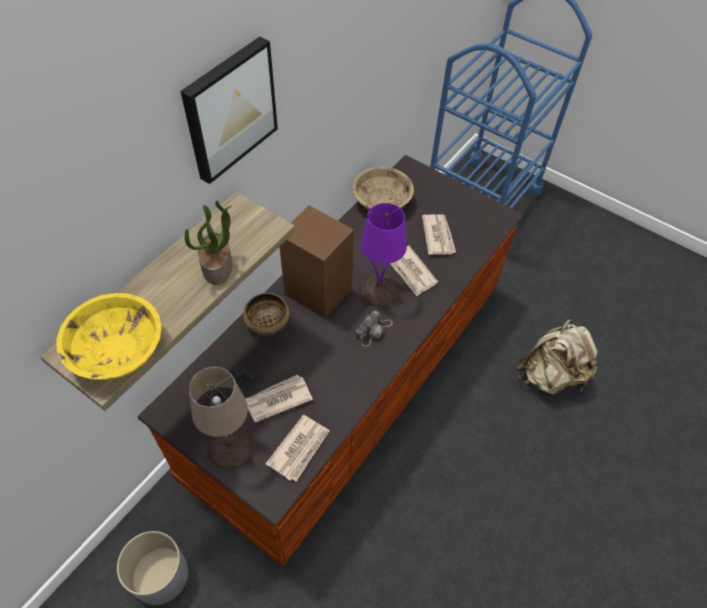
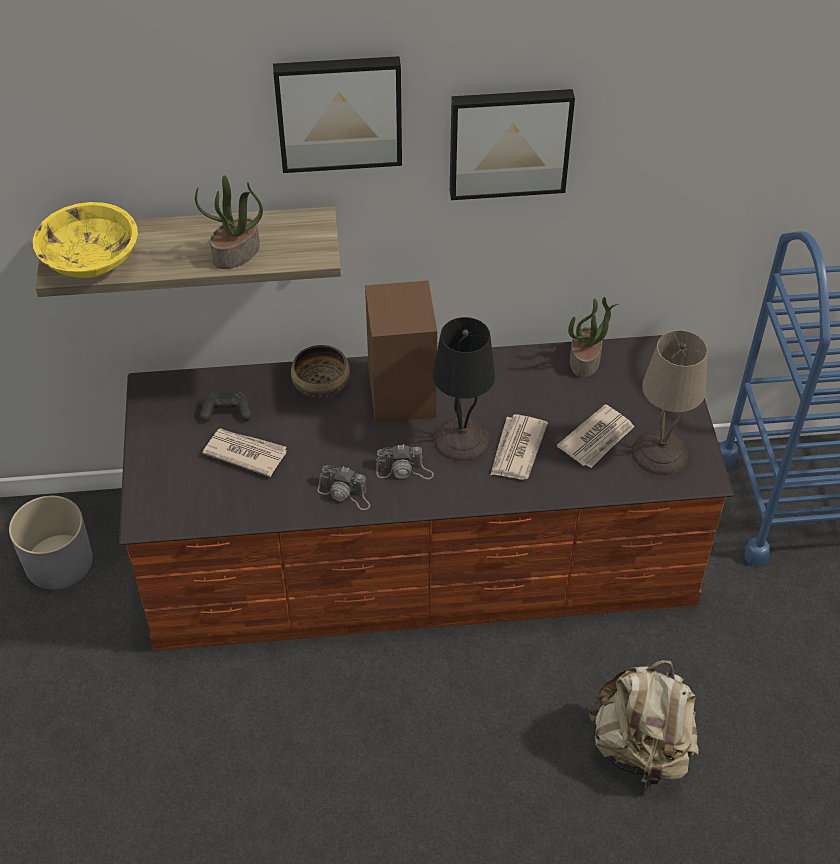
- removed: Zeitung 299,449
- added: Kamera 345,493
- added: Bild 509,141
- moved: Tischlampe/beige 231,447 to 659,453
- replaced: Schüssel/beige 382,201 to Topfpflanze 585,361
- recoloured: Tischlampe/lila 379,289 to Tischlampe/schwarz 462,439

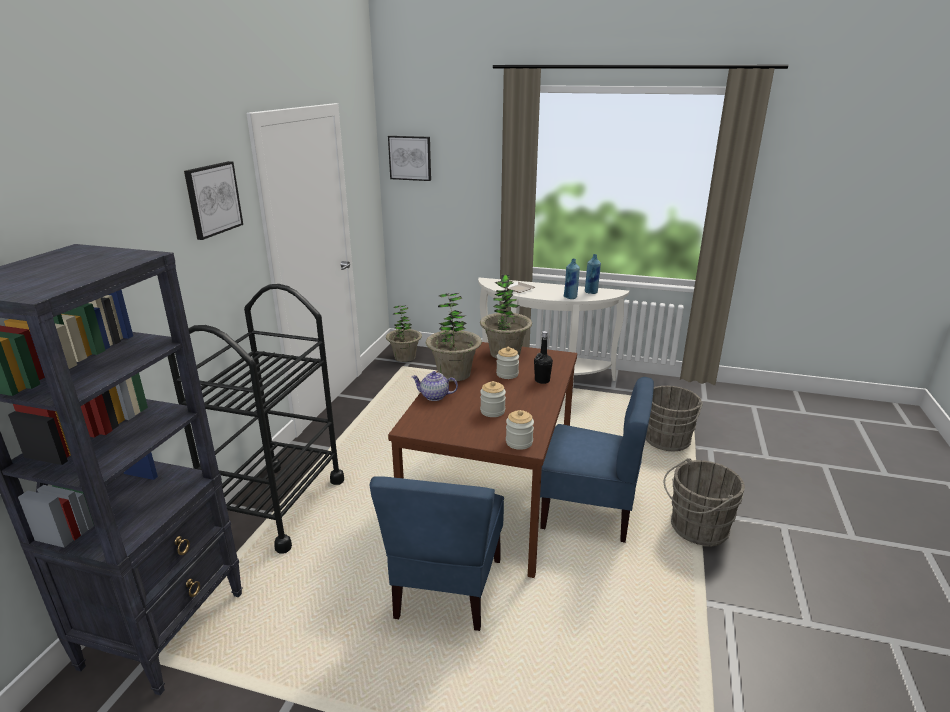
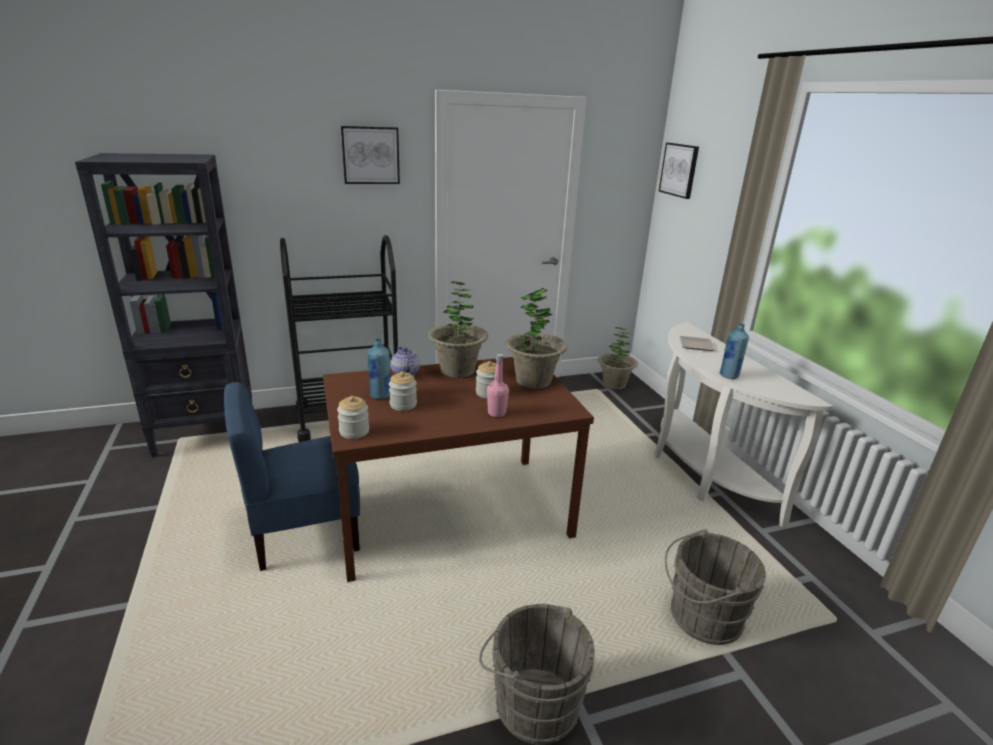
- removed: Stuhl/blau 588,511
- moved: Flasche/blau 591,292 to 380,395
- recoloured: Flasche/schwarz 542,380 to Flasche/rosa 496,413

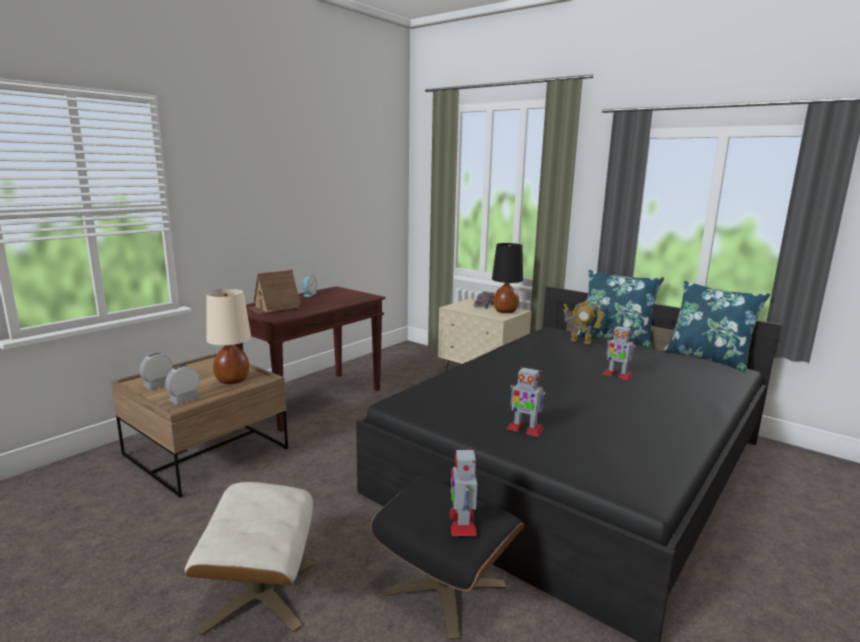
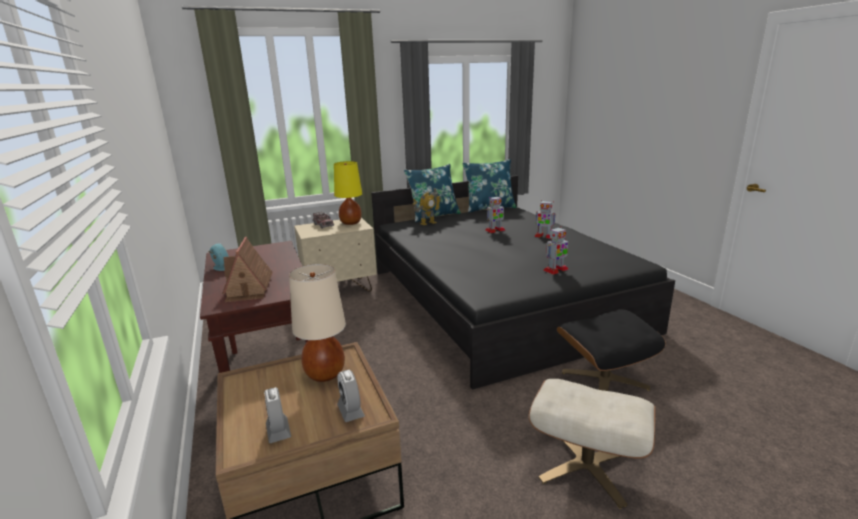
- moved: Spielzeugroboter 462,522 to 544,236
- recoloured: Tischlampe/schwarz 505,311 to Tischlampe/gelb 350,223

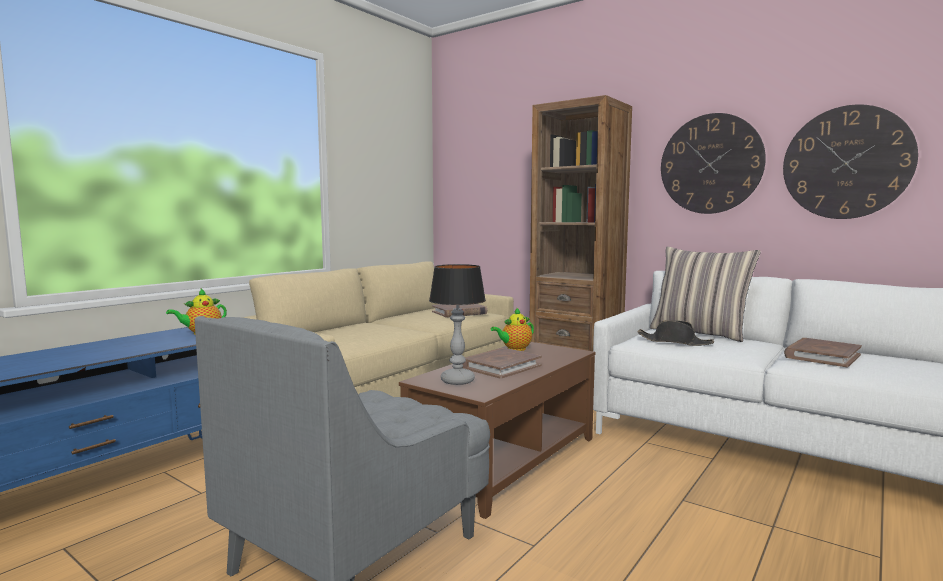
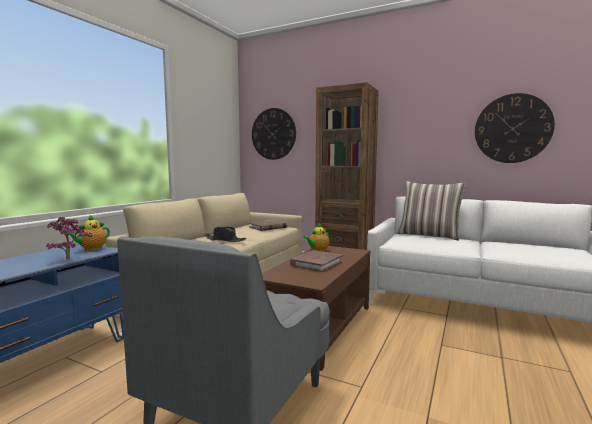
- removed: Tischlampe 458,381
- removed: Buch/braun 822,356
- added: Topfpflanze 68,259
- moved: Hut/schwarz 674,342 to 224,240
- moved: Wanduhr 710,164 to 273,134

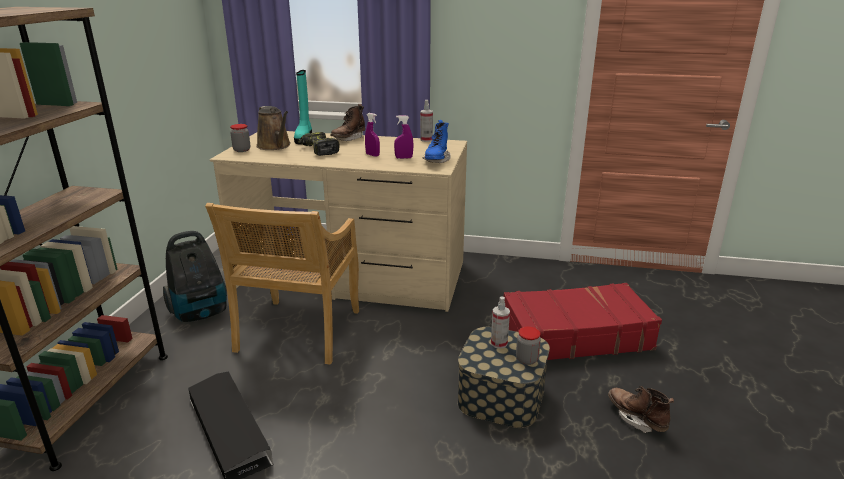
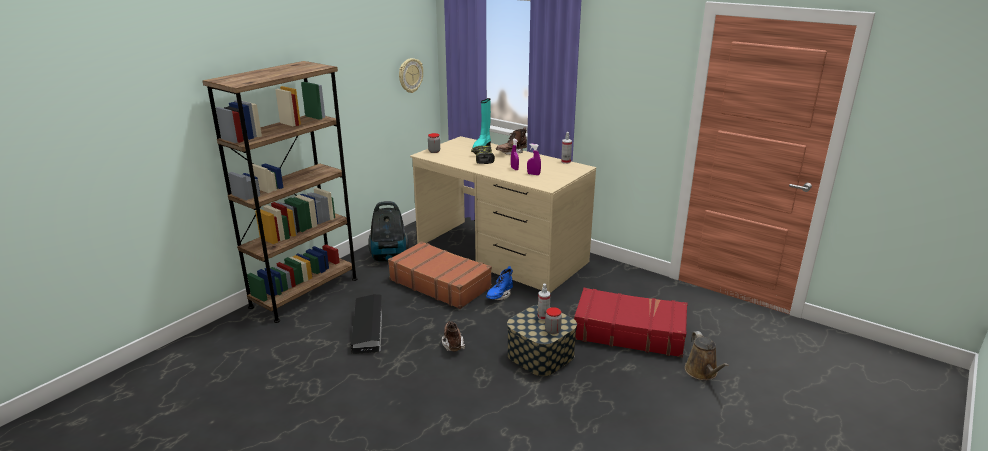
- added: Wanduhr 410,75
- moved: Gießkanne/braun 275,146 to 702,372
- moved: Stiefel/blau 436,160 to 499,296
- moved: Stiefel/braun 636,418 to 452,343
- replaced: Stuhl/beige 298,332 to Koffer/braun 440,283

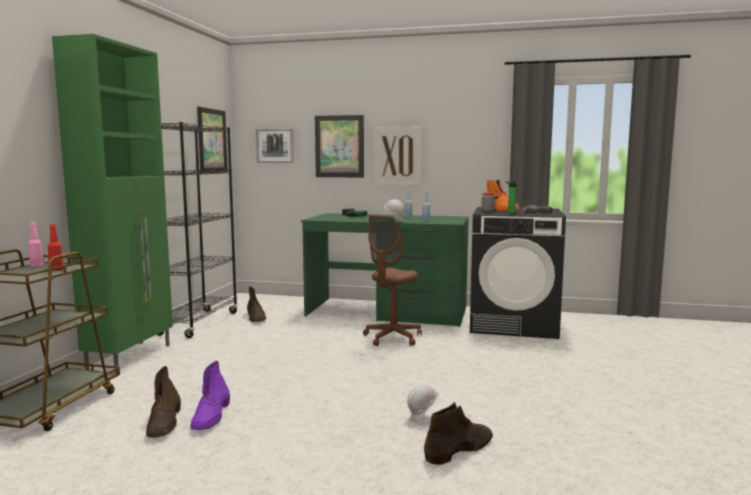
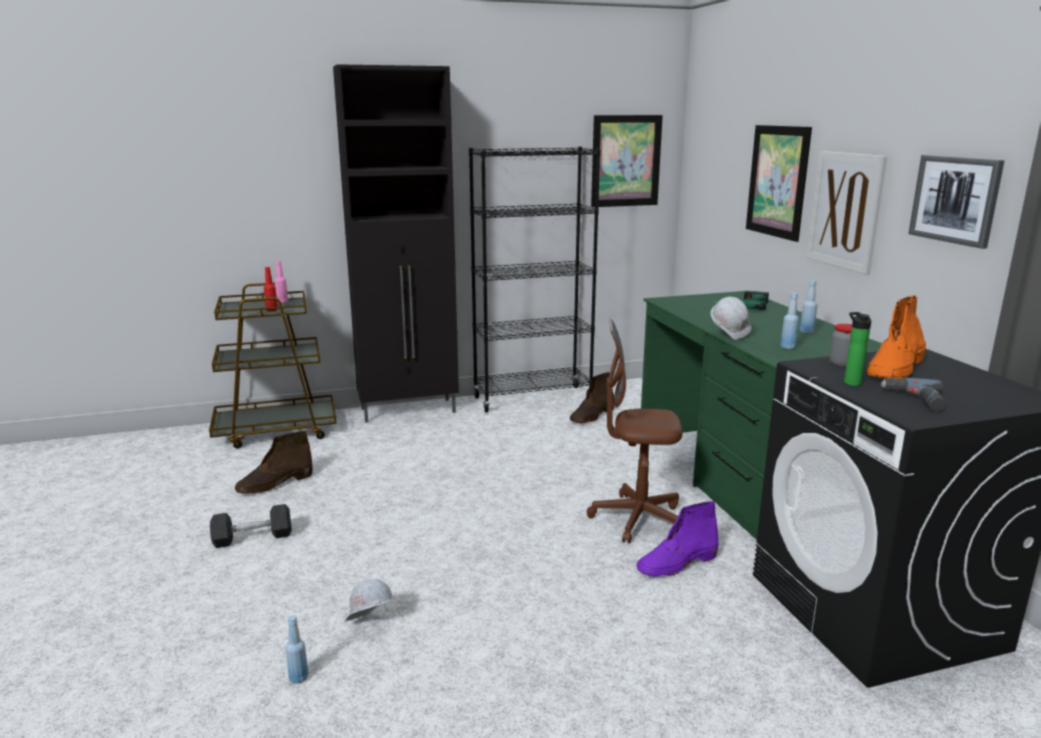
- added: Hantel/grau 253,538
- moved: Stiefel/lila 211,416 to 676,564
- moved: Bild 275,145 to 955,199
- replaced: Stiefel/braun 459,449 to Flasche/blau 299,678
- recoloured: Schrank/grün 131,356 to Schrank/schwarz 409,410

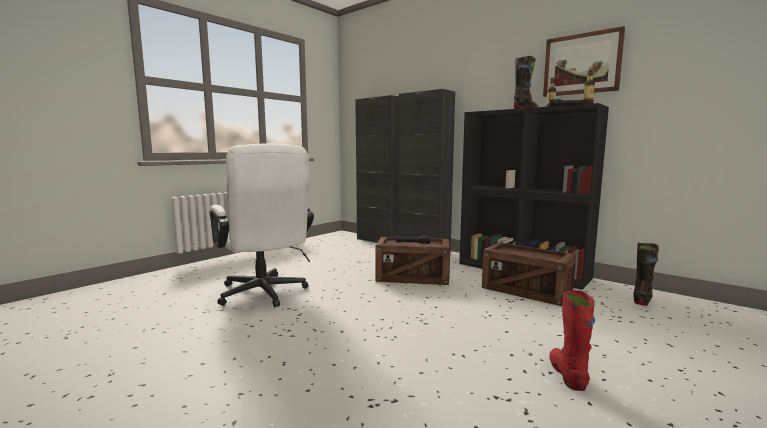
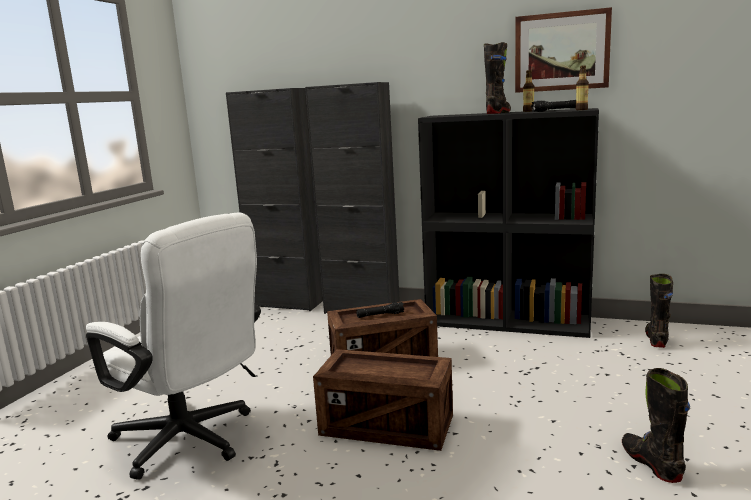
- moved: Kiste 526,291 to 387,426
- recoloured: Stiefel/rot 567,374 to Stiefel/schwarz 651,463

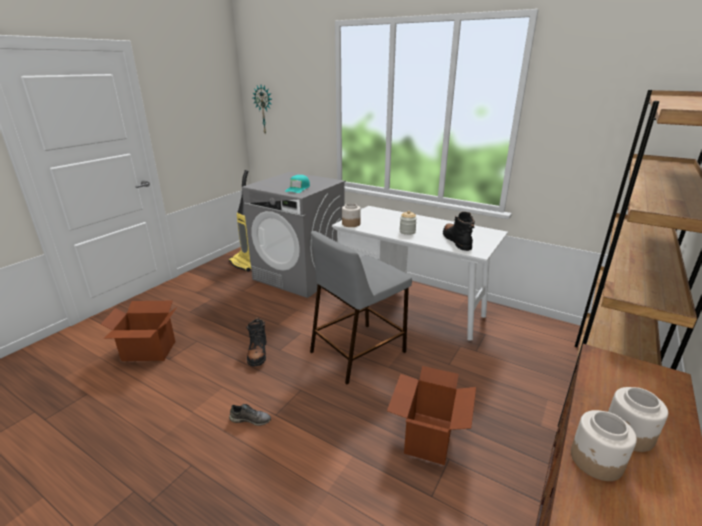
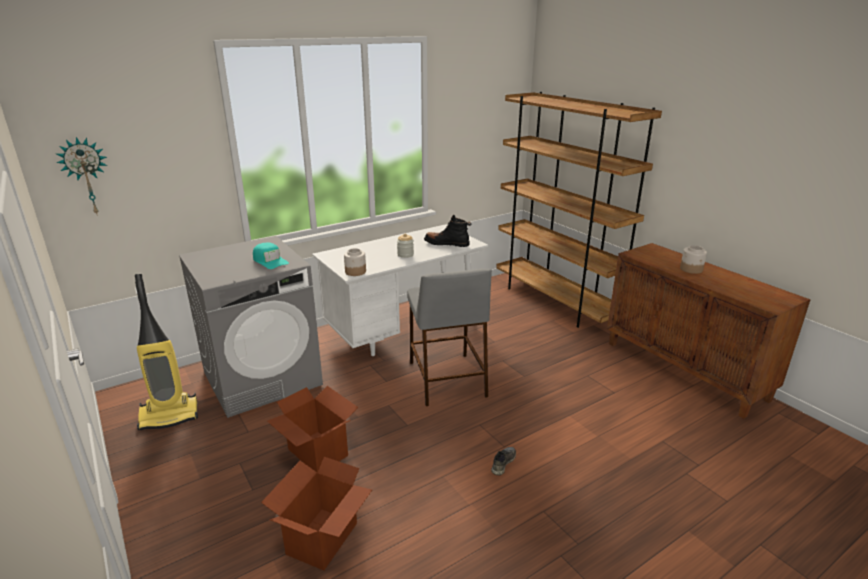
- removed: Stiefel/schwarz 257,353
- removed: Vorratsglas 596,461
- moved: Karton 428,437 to 317,453

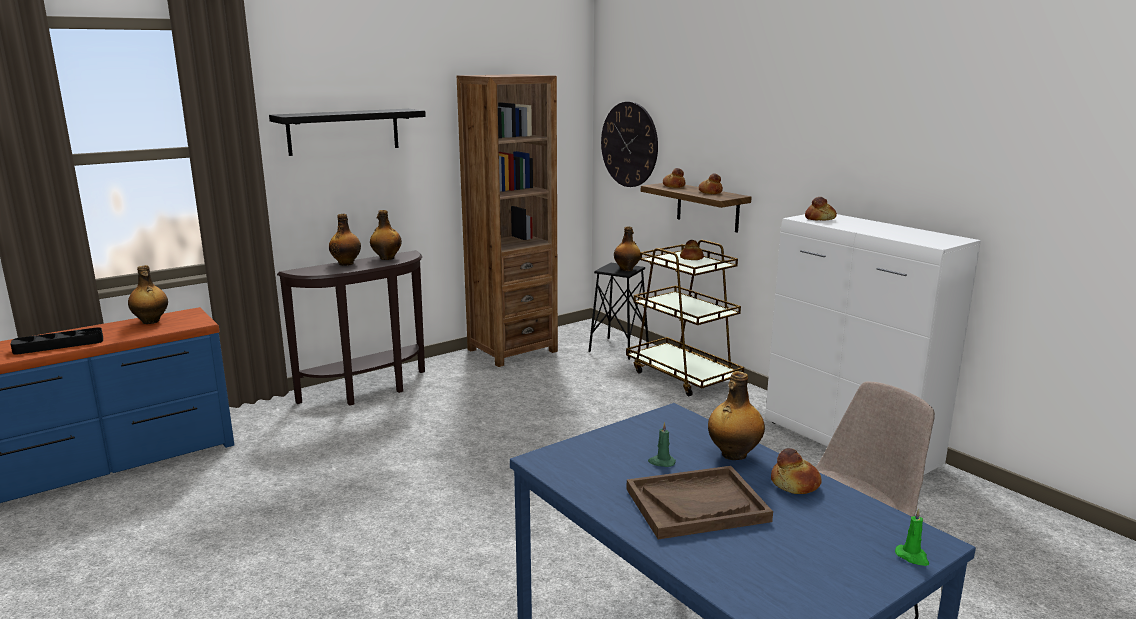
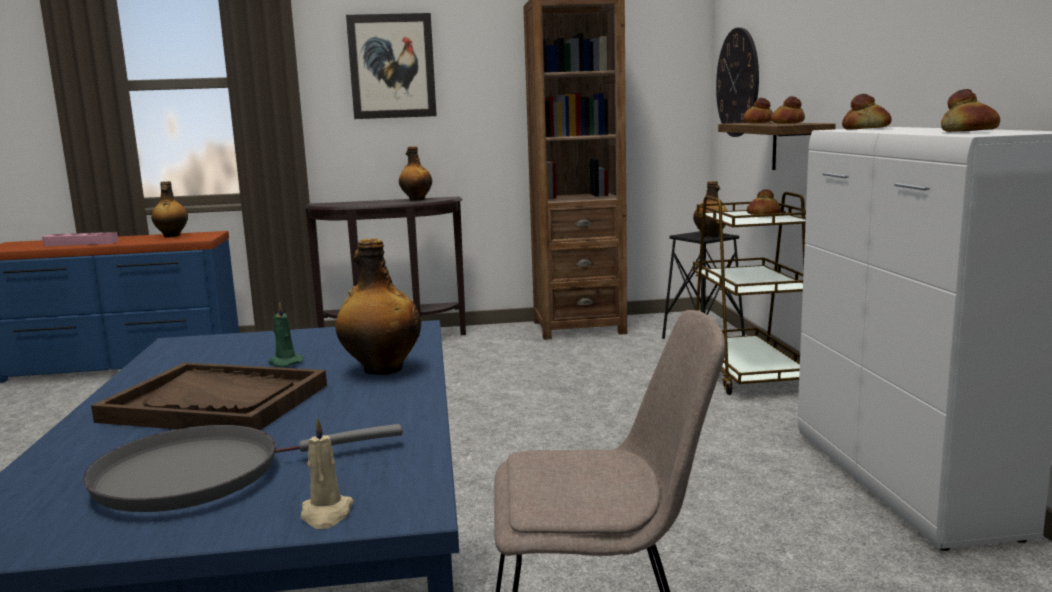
- removed: Flasche 346,263
- added: Pfanne/grau 202,475
- moved: Brot 794,485 to 968,131
- replaced: Wandregal/schwarz 343,131 to Bild 392,66
- recoloured: Tablett/schwarz 59,345 to Tablett/rosa 81,243
- recoloured: Kerze/grün 912,557 to Kerze/beige 326,514

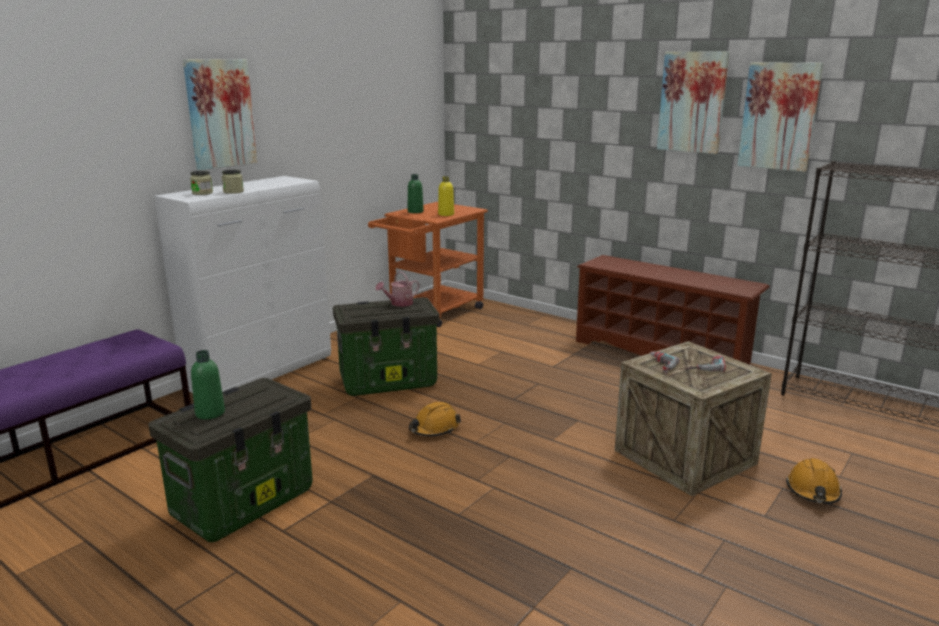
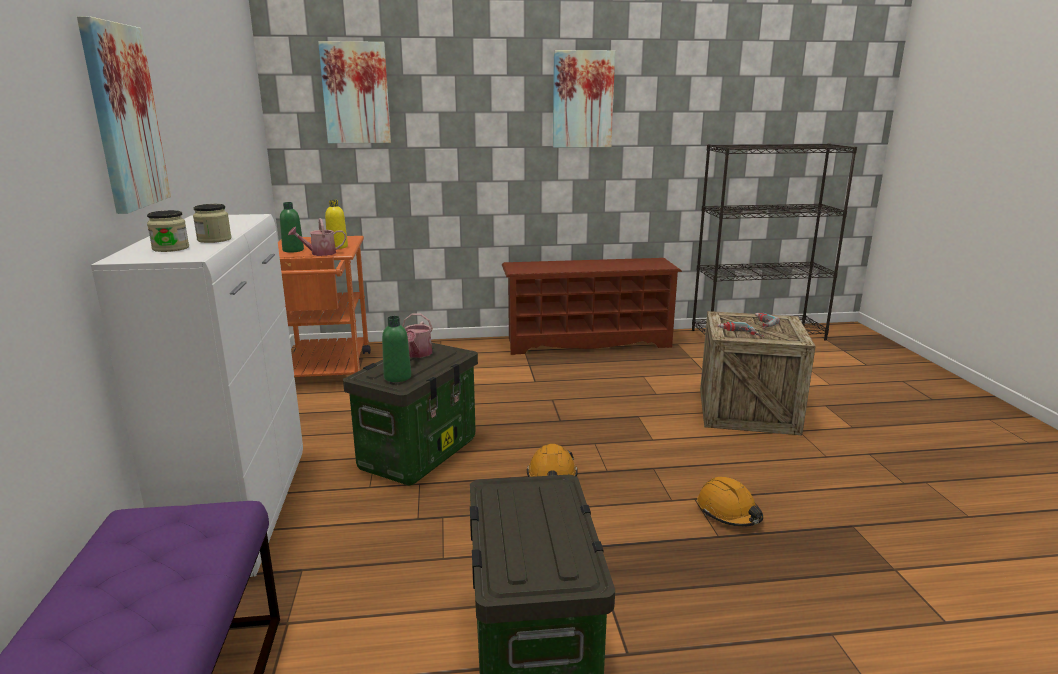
- added: Gießkanne 319,253
- moved: Flasche/grün 210,413 to 397,377
- moved: Bild 779,116 to 356,93
- moved: Schutzhelm/orange 813,491 to 729,512

